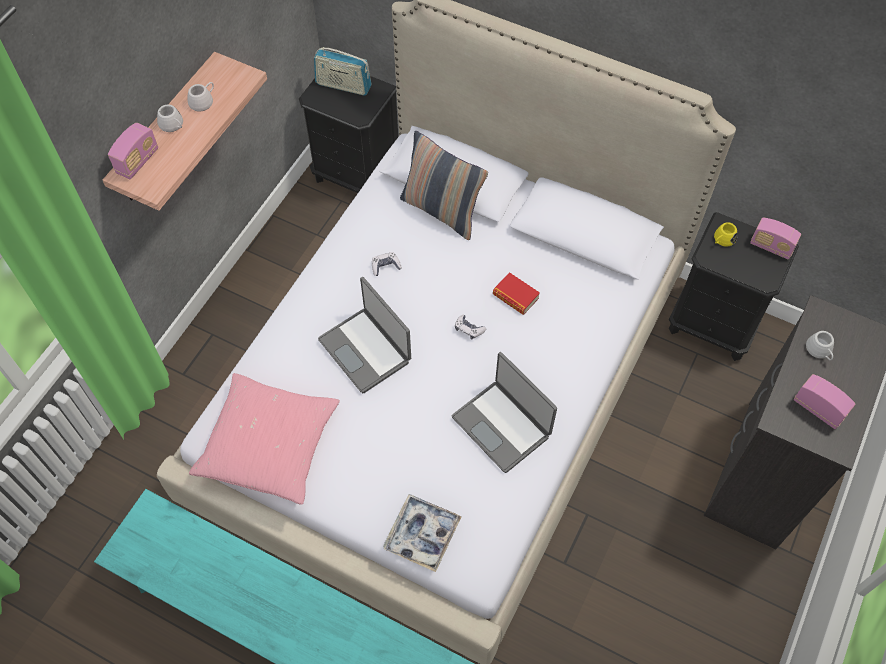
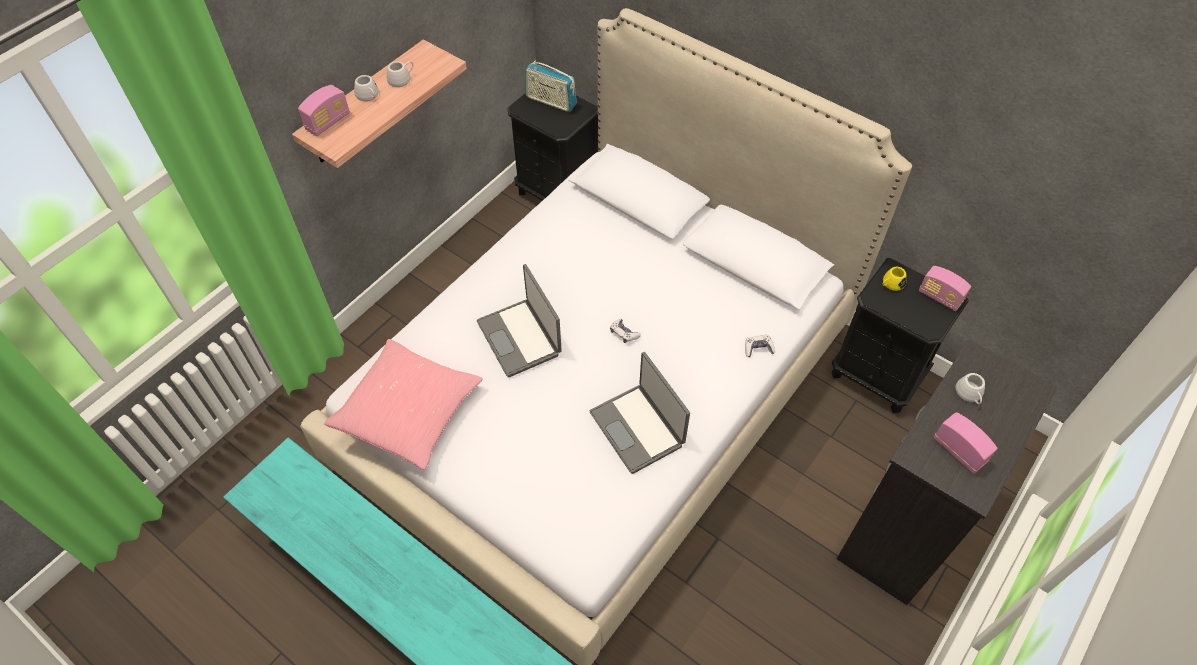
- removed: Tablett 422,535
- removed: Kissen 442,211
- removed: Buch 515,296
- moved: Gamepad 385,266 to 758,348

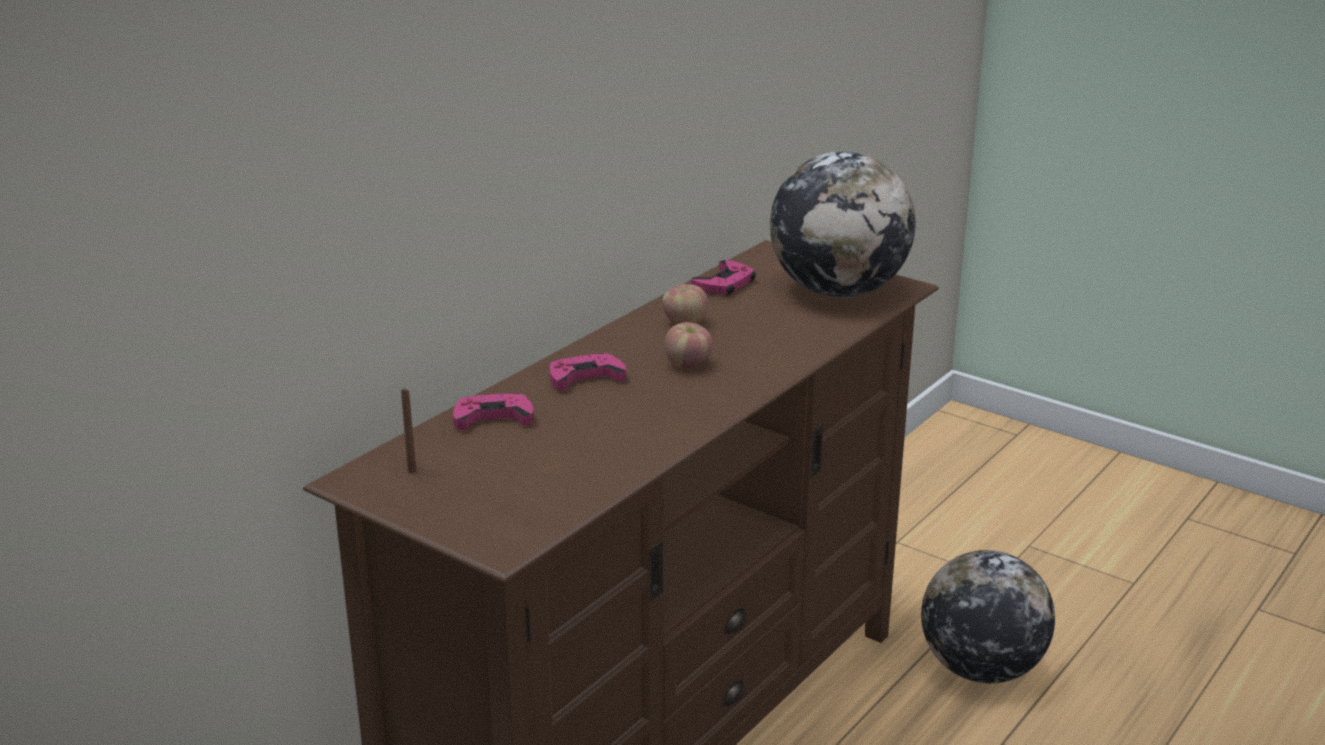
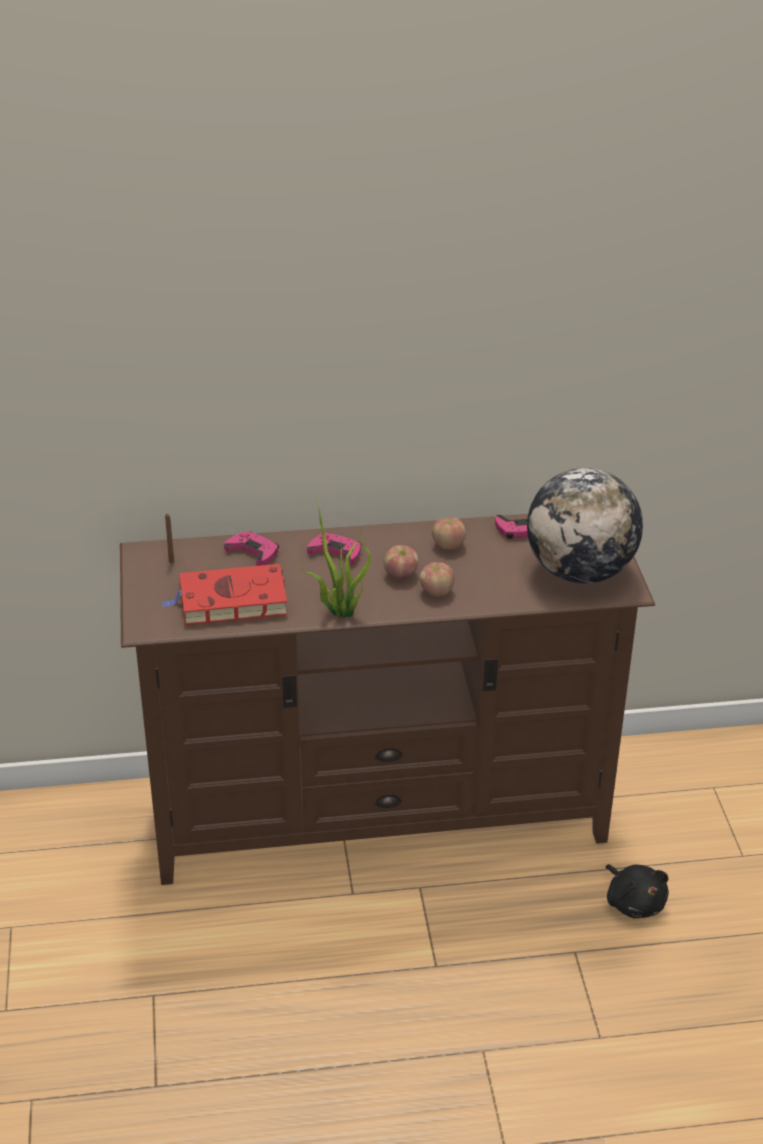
- added: Buch/rot 229,601
- added: Topfpflanze 339,612
- added: Apfel 436,592
- replaced: Globus 981,669 to Plüschtier/schwarz 634,902

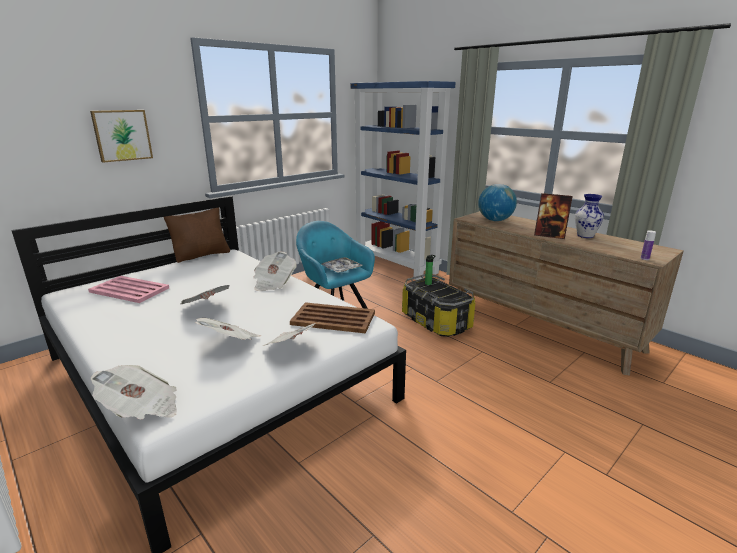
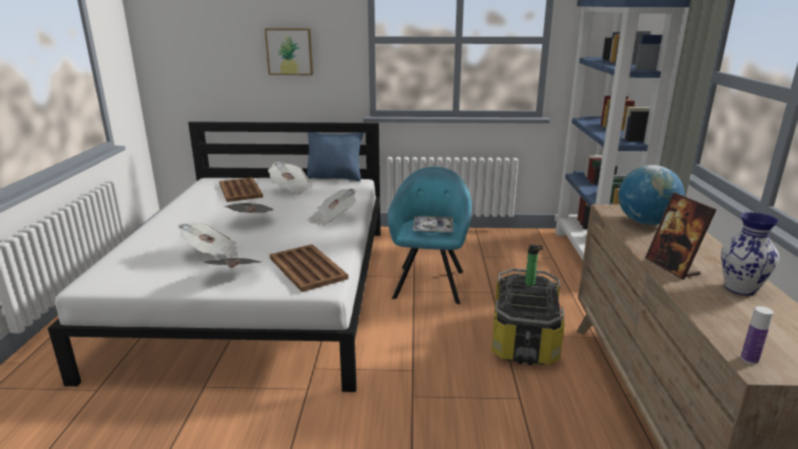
- moved: Zeitung 142,409 to 291,189
- recoloured: Tablett/rosa 129,290 to Tablett/braun 240,190
- recoloured: Kissen/braun 202,255 to Kissen/blau 335,177

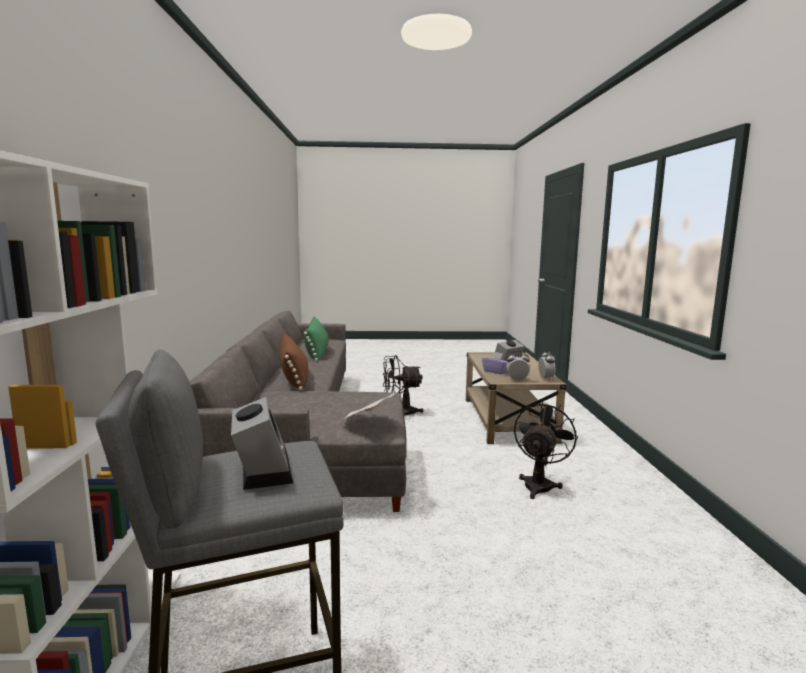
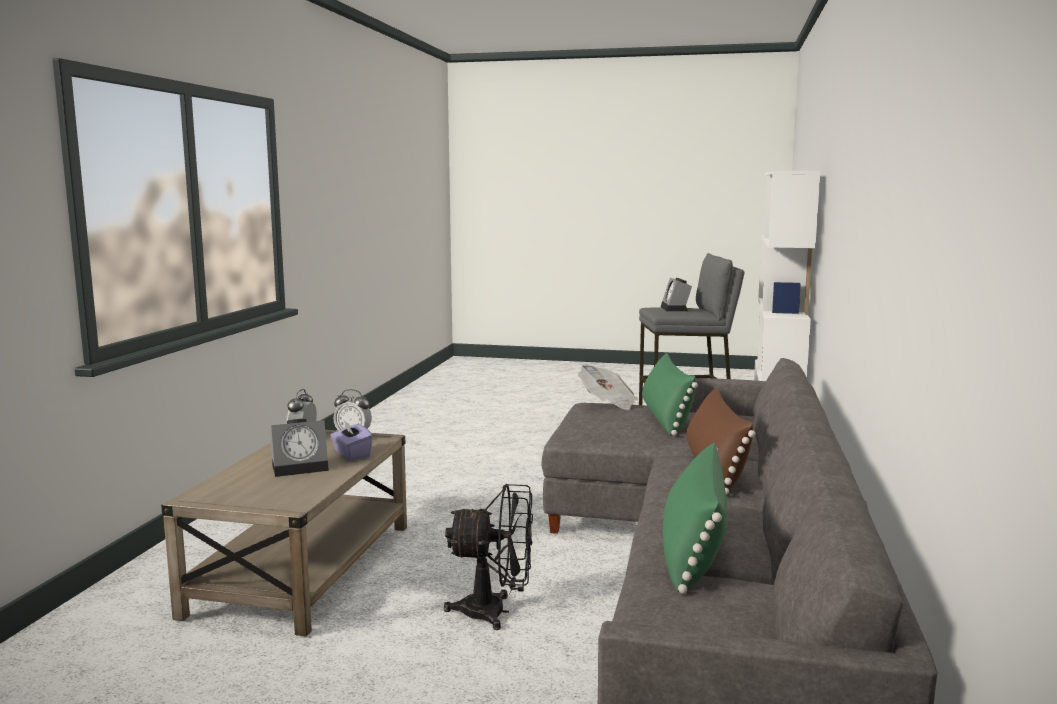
- removed: Ventilator/schwarz 539,484
- added: Kissen/grün 665,418

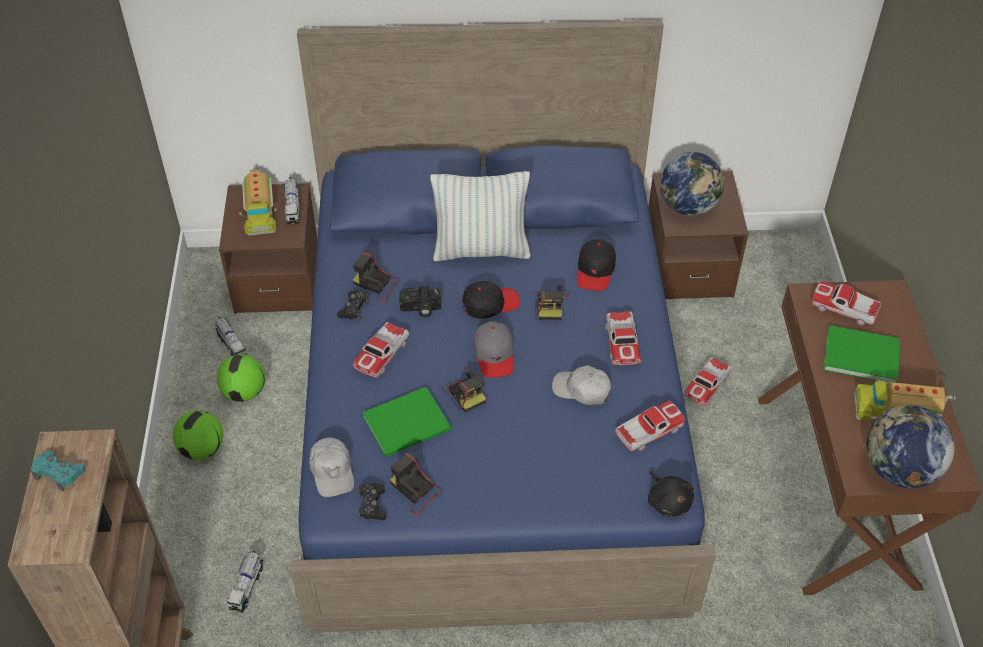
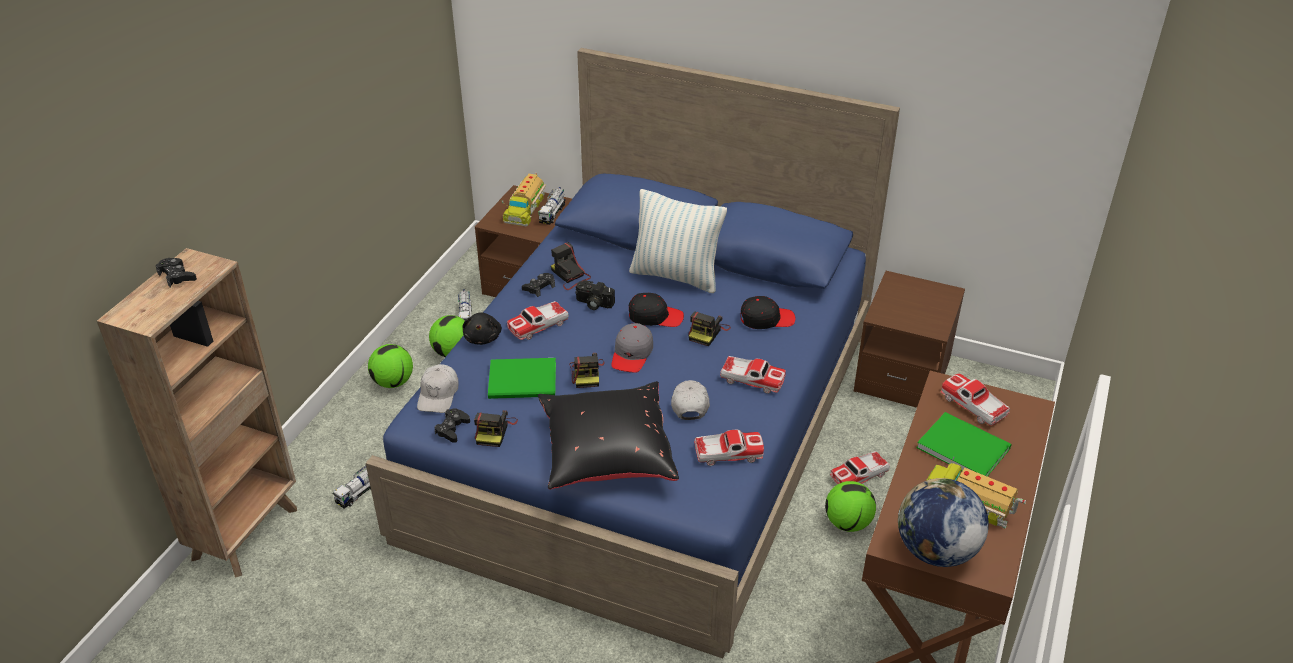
- removed: Globus 688,206
- added: Kissen/schwarz 606,454
- added: Fußball 848,523
- moved: Plüschtier/schwarz 668,501 to 483,337
- recoloured: Gamepad/türkis 59,473 to Gamepad/schwarz 177,276
- turned: Kamera 415,491 = 494,431 150 degrees counterclockwise
- turned: Kappe/weiß 582,390 = 689,403 45 degrees clockwise
- turned: Kappe/schwarz 595,270 = 766,319 135 degrees counterclockwise
- turned: Spielzeugauto 622,343 = 752,379 90 degrees counterclockwise

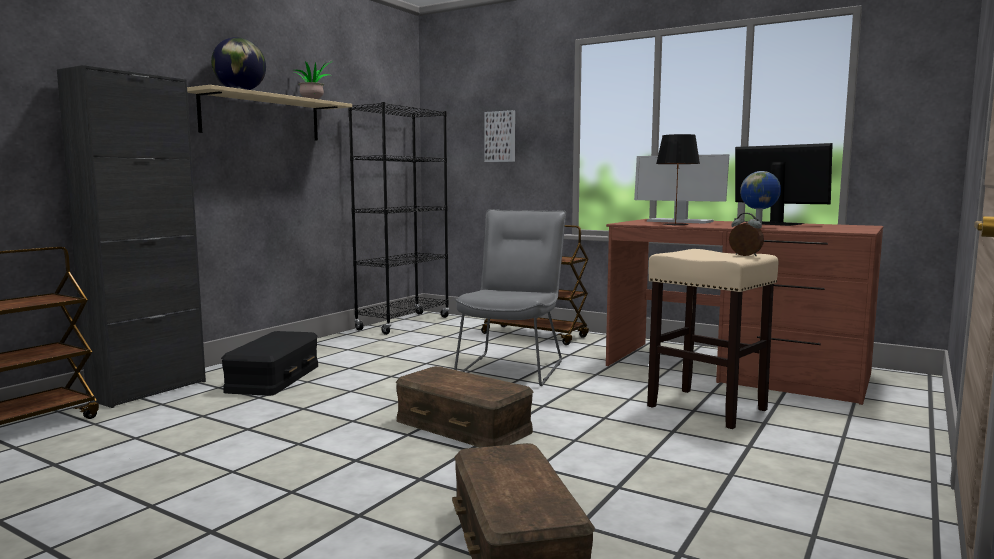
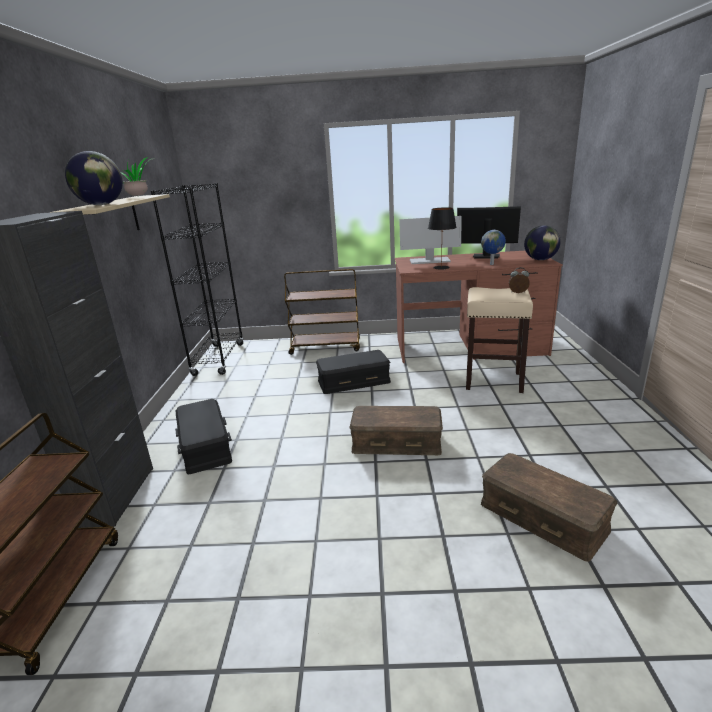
- removed: Bild 501,136
- added: Globus 540,260
- replaced: Stuhl/grau 513,367 to Aufbewahrungsbox/schwarz 353,381

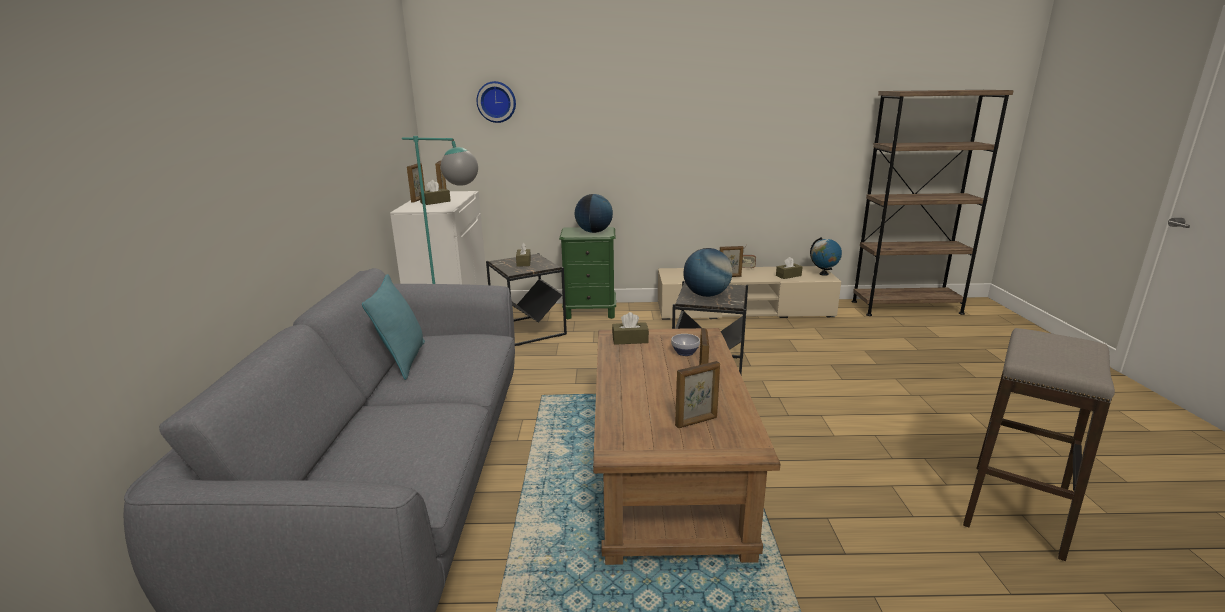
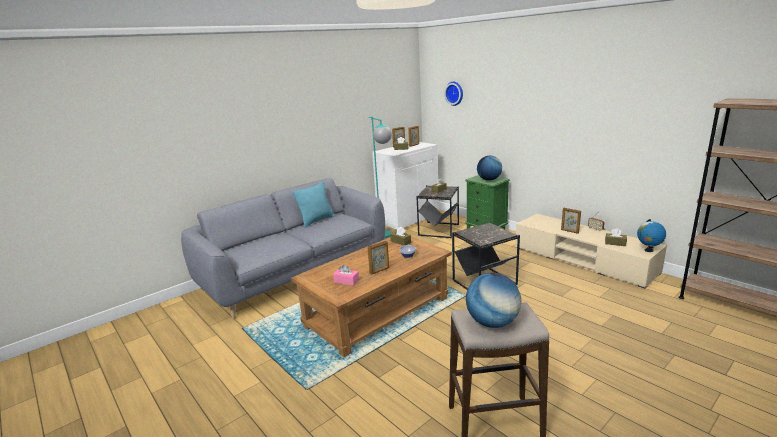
- moved: Globus 706,295 to 492,323
- replaced: Bilderrahmen 696,422 to Taschentuchbox/rosa 346,281

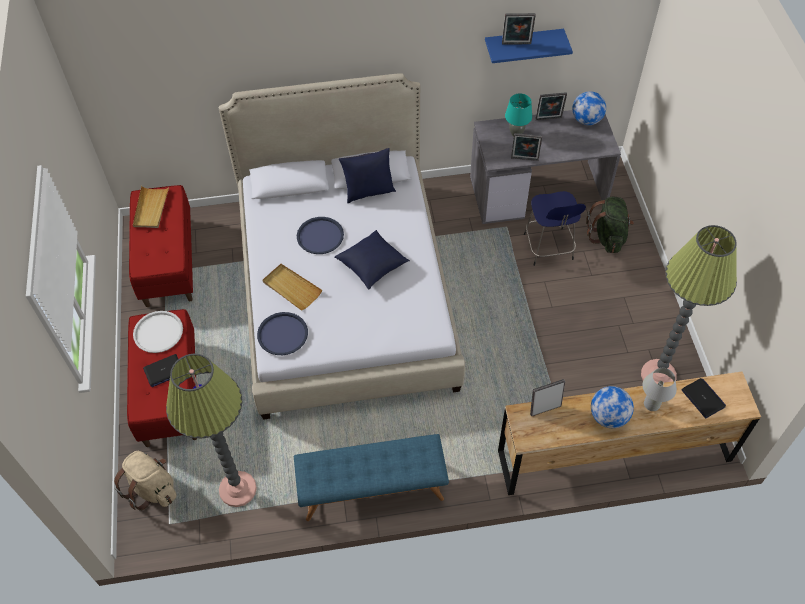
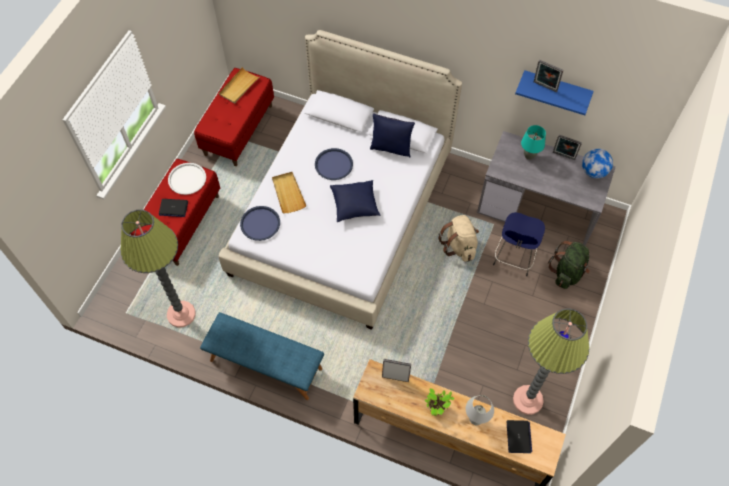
- removed: Bilderrahmen 524,160
- moved: Rucksack/beige 152,489 to 459,246
- replaced: Globus 608,417 to Topfpflanze 436,409

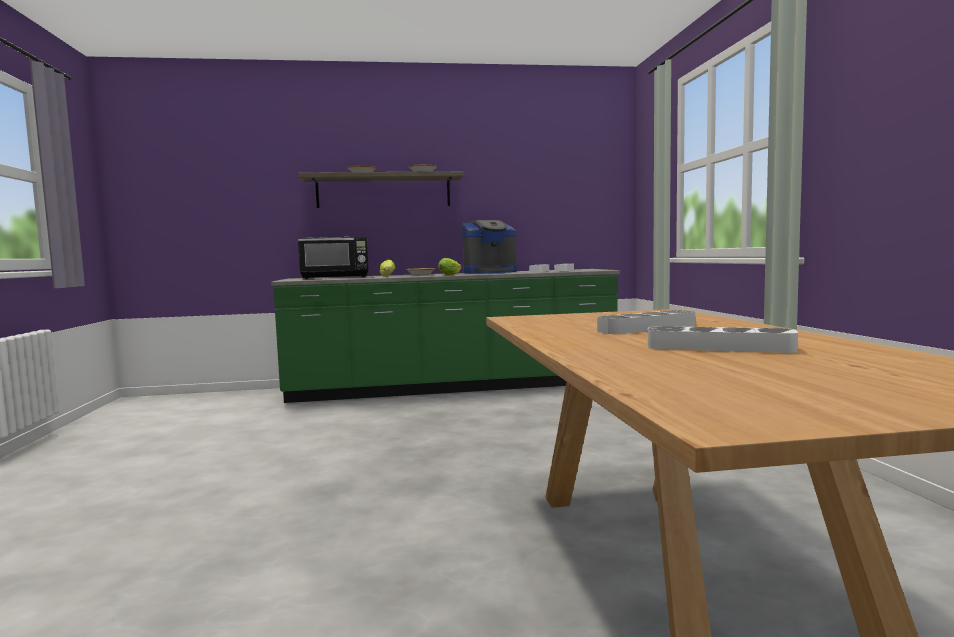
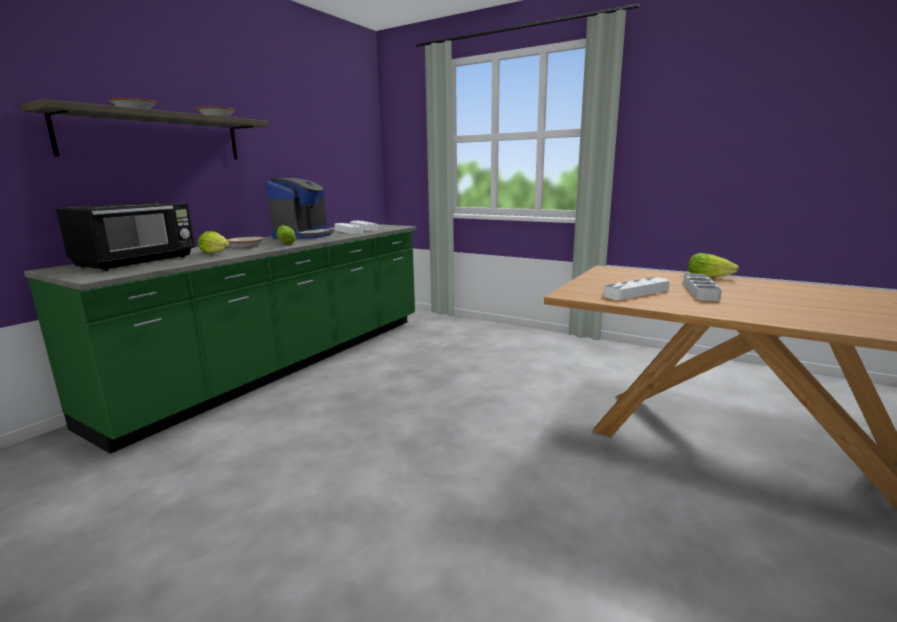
- added: Salatkopf 711,277
- moved: Tablett/weiß 718,347 to 636,292

